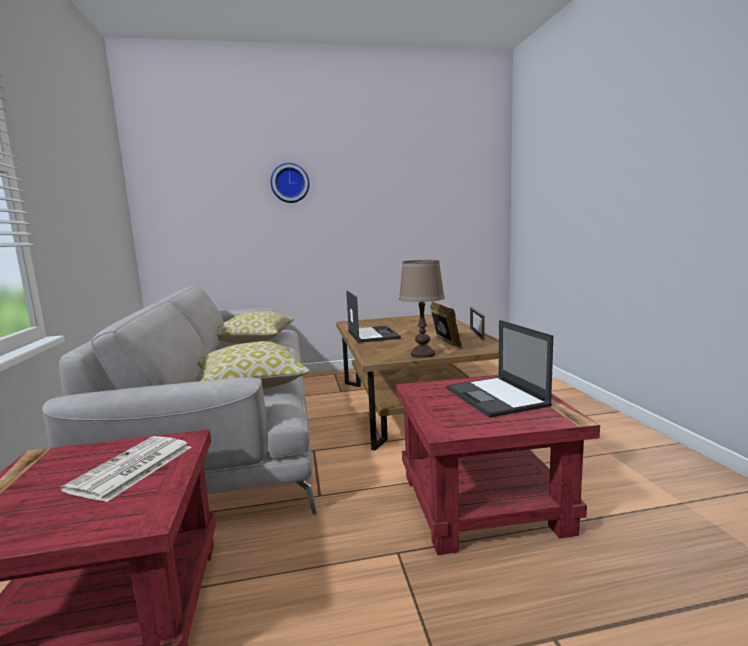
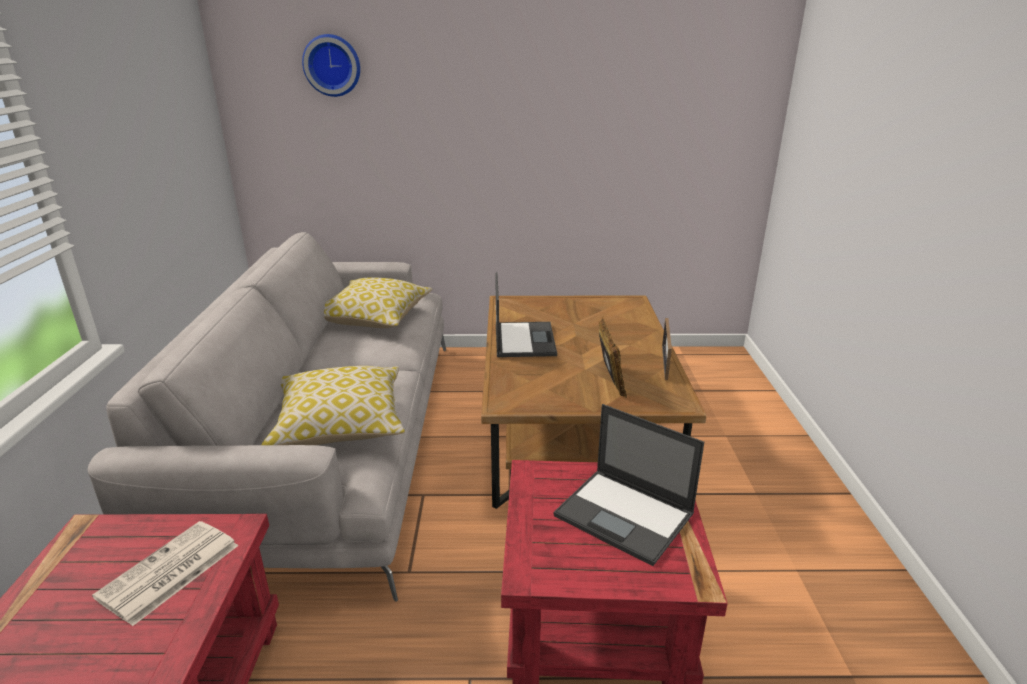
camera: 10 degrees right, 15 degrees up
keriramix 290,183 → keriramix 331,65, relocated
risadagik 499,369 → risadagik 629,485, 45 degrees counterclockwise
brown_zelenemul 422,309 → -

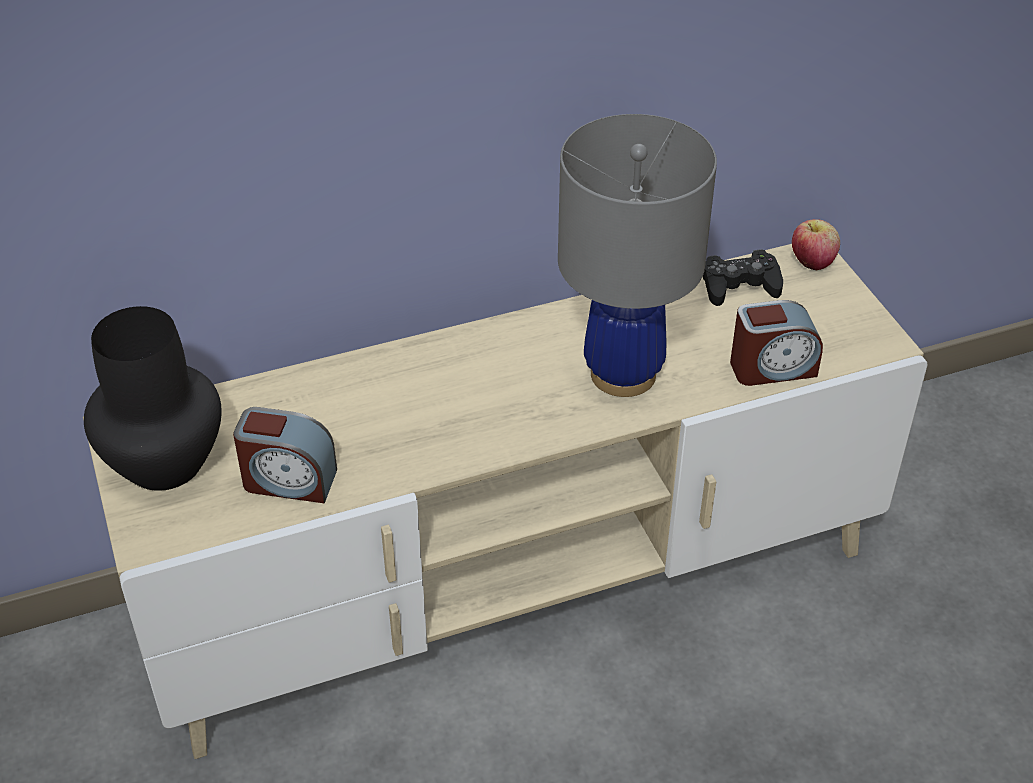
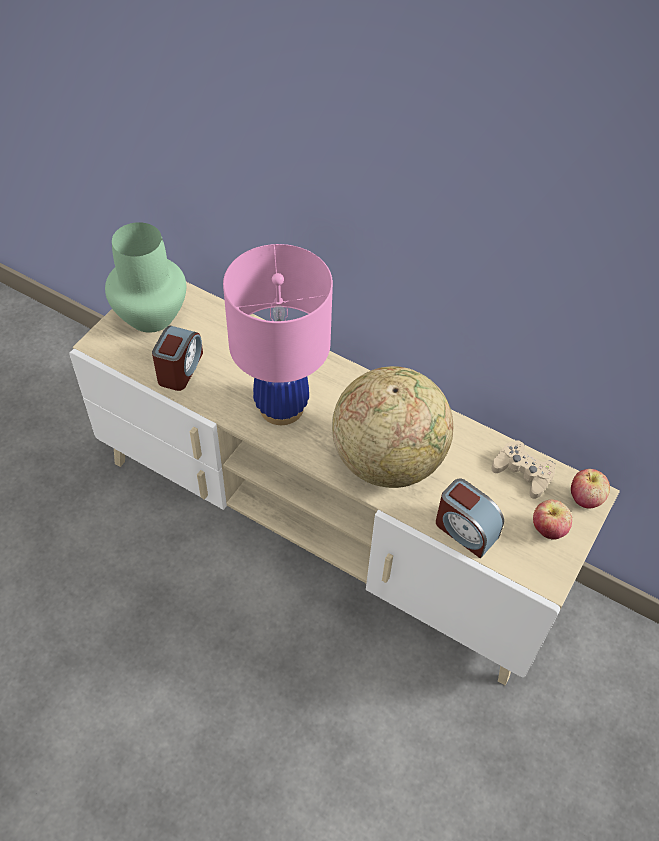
camera: 50 degrees right, 10 degrees up
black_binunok 153,398 → green_binunok 145,277
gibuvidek 285,455 → gibuvidek 177,358, 135 degrees counterclockwise
- → pink_zelenemul 278,334
grey_zelenemul 637,255 → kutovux 392,427
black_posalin 743,277 → beige_posalin 523,469
- → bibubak 552,519

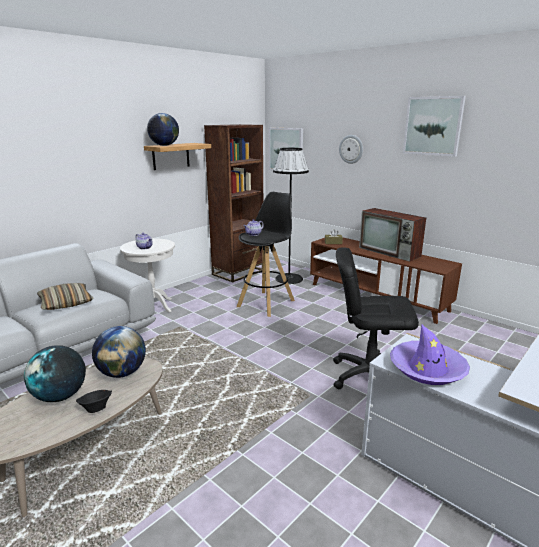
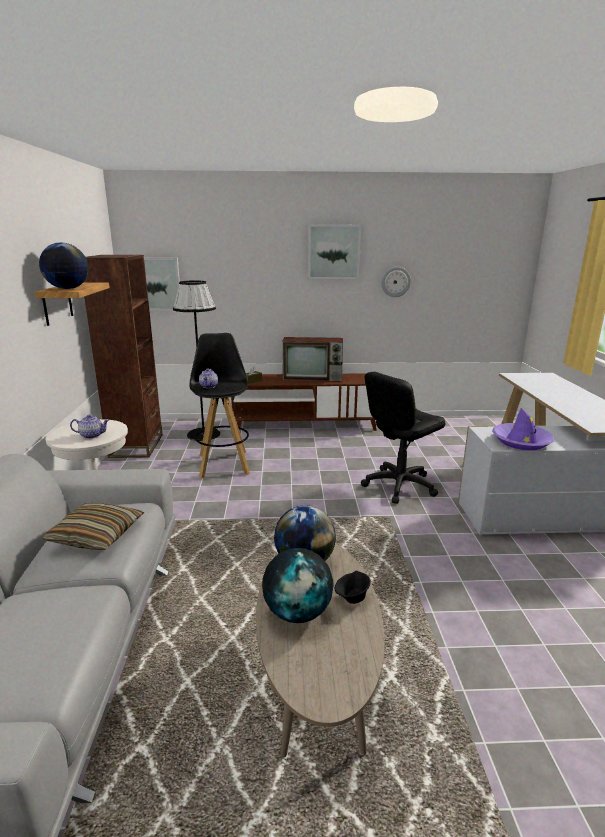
camera: 45 degrees left, 0 degrees up
keriramix 351,149 → keriramix 396,282, relocated

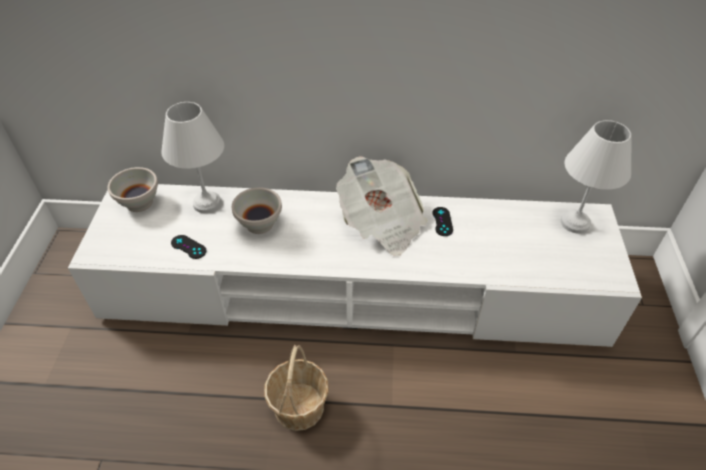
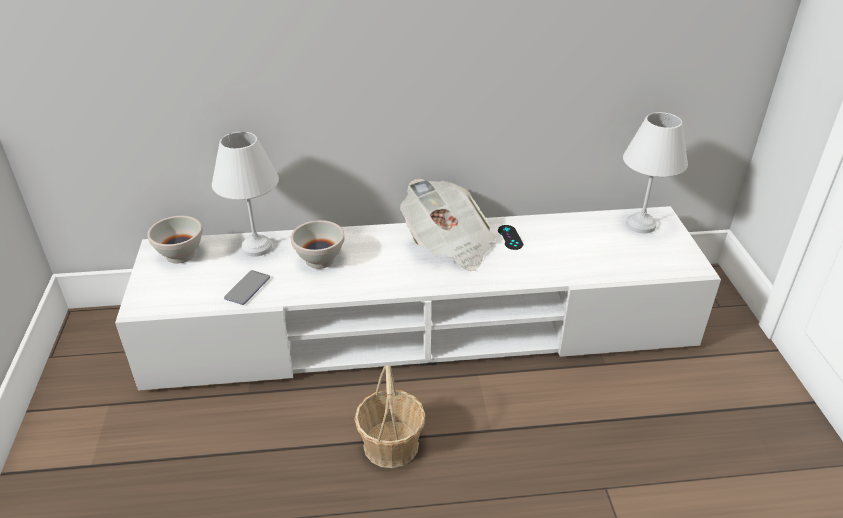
camera: 10 degrees left, 10 degrees down
black_posalin 189,247 → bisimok 247,287

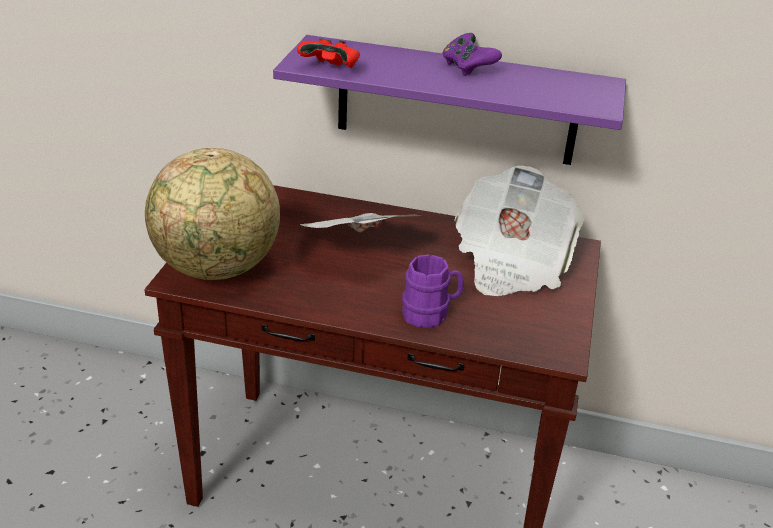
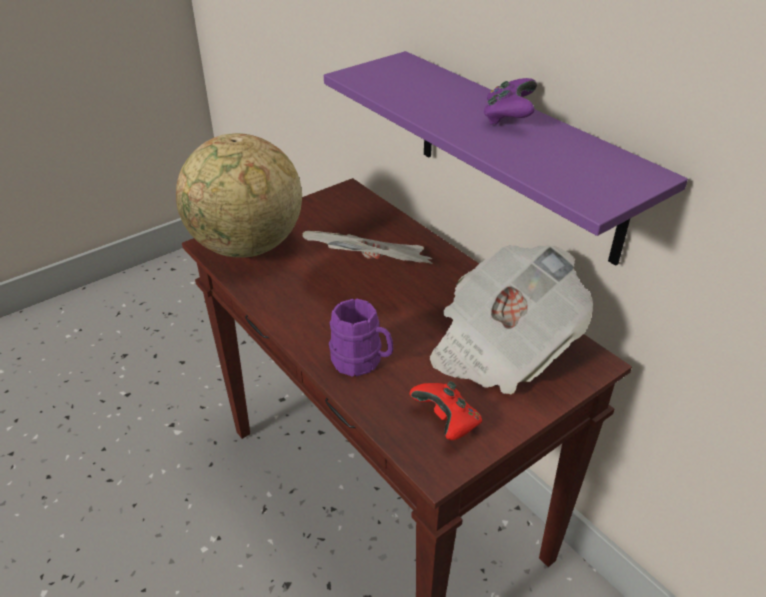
camera: 40 degrees right, 5 degrees up
red_posalin 328,53 → red_posalin 446,410, relocated

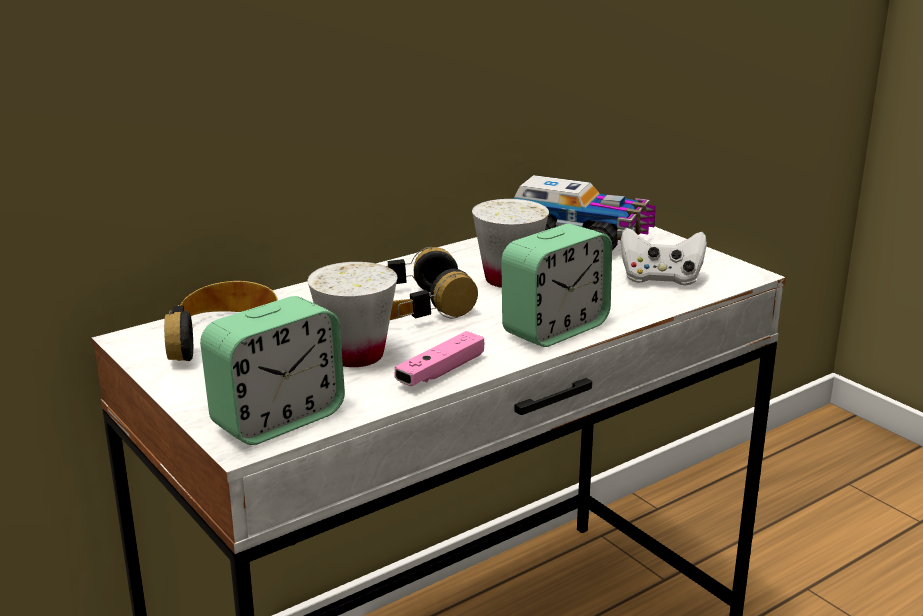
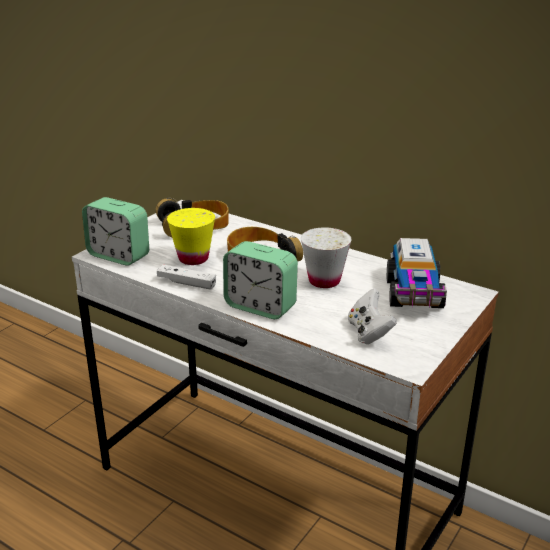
camera: 70 degrees right, 5 degrees up
pink_posalin 439,358 → white_posalin 186,277
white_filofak 352,314 → yellow_filofak 191,236

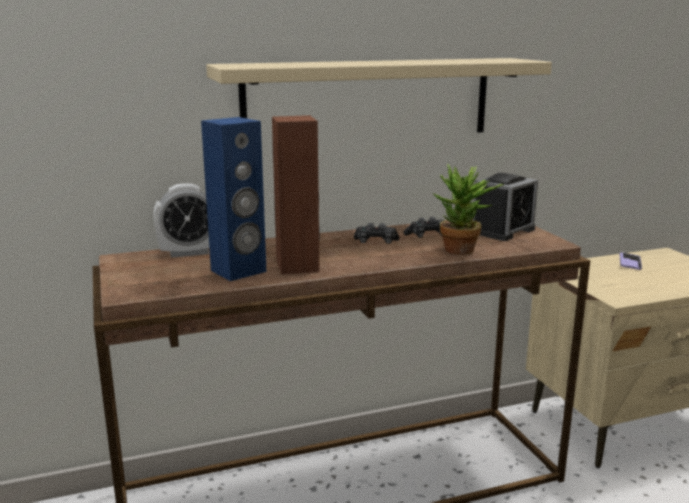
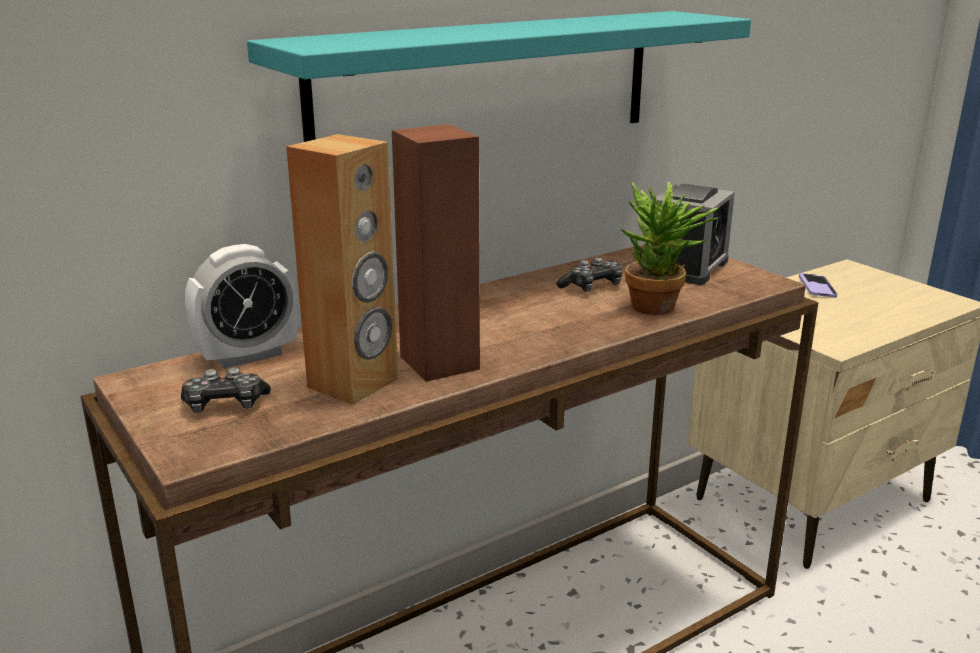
camera: 15 degrees left, 5 degrees up
posalin 377,233 → posalin 226,390, relocated
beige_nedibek 379,95 → turquoise_nedibek 499,76
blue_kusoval 234,199 → brown_kusoval 342,269

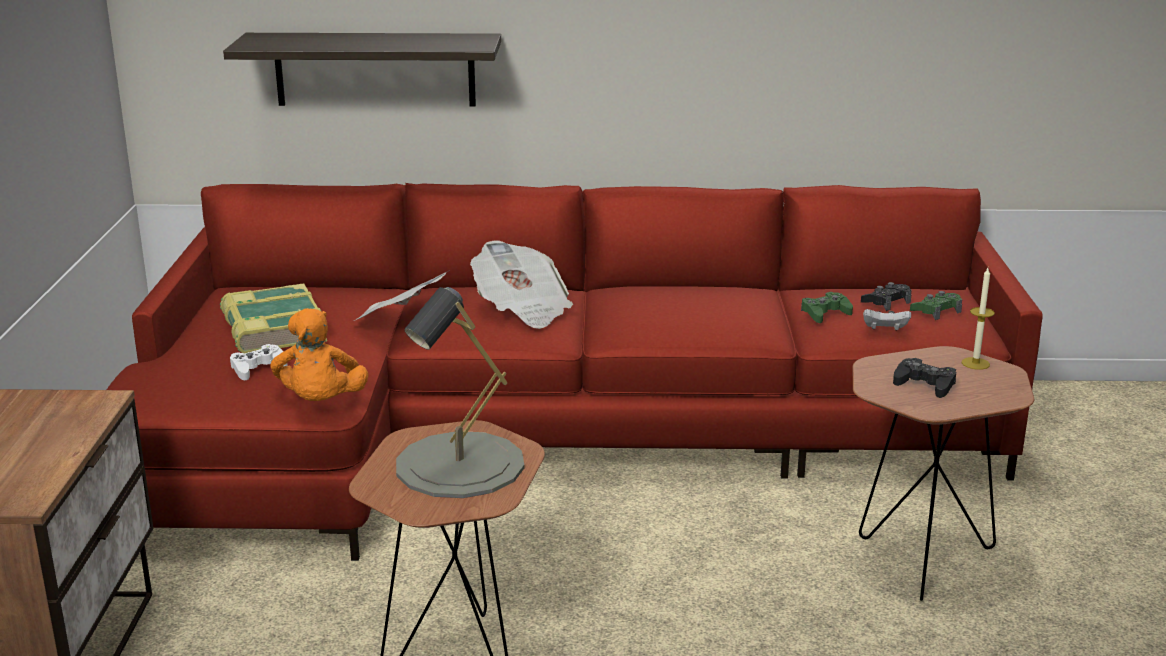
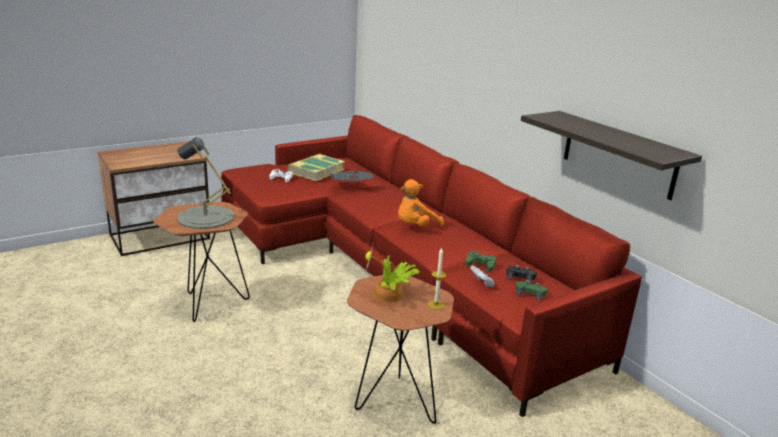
camera: 55 degrees right, 0 degrees up
black_posalin 924,378 → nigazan 392,272
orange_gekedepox 320,354 → orange_gekedepox 421,202, relocated
nedibek 362,70 → nedibek 611,155, relocated
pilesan 521,284 → -

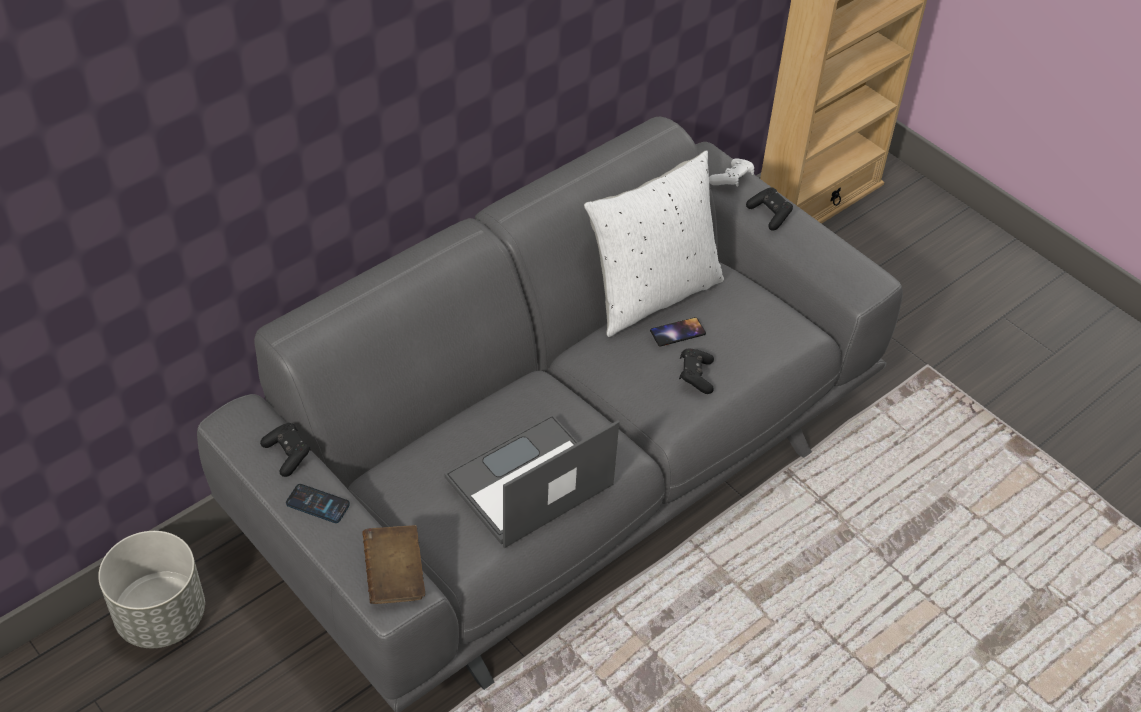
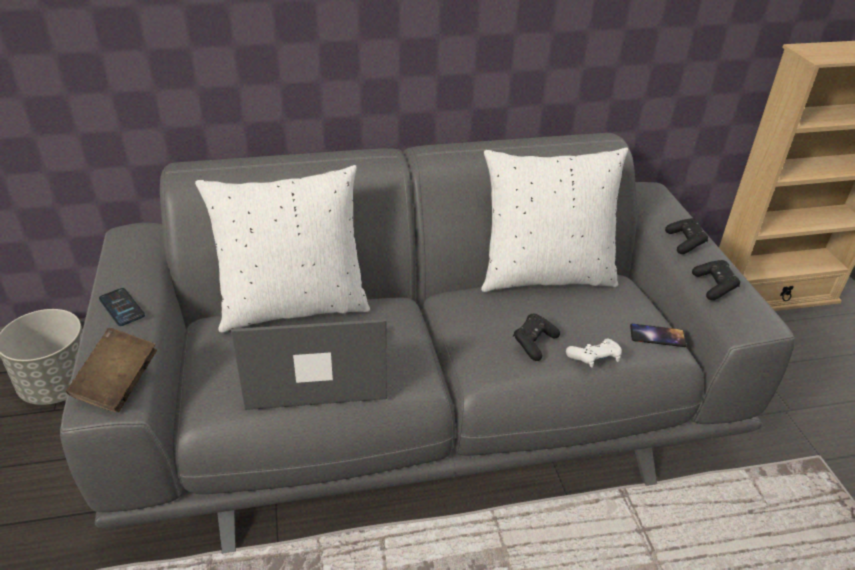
camera: 30 degrees right, 10 degrees down
- → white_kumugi 282,249
white_posalin 731,172 → white_posalin 594,353, relocated
bisimok 678,332 → bisimok 658,335, relocated
black_posalin 285,450 → black_posalin 716,280, relocated

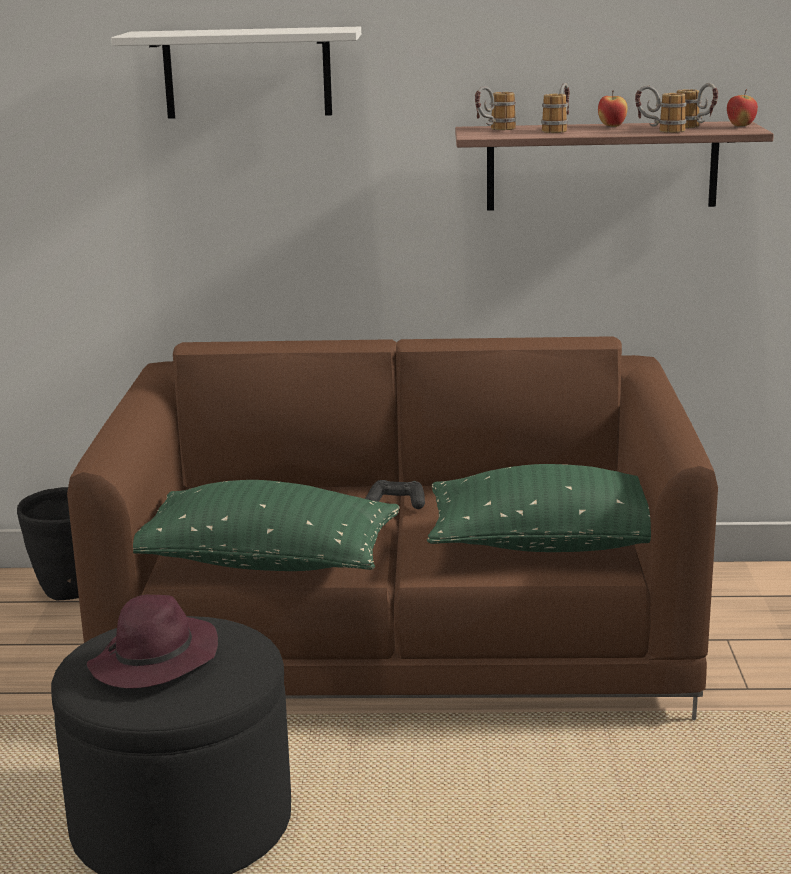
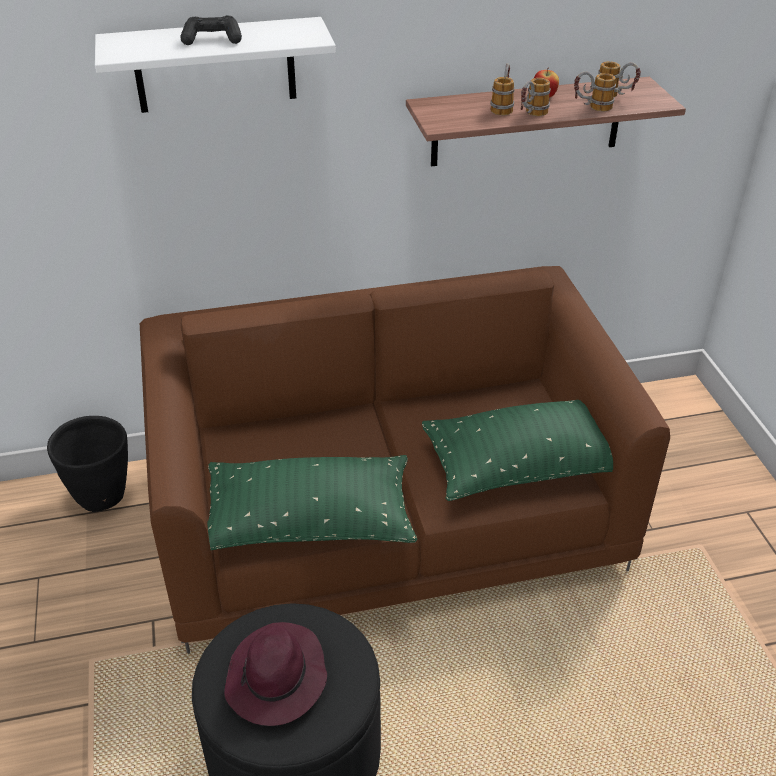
camera: 15 degrees left, 20 degrees up
black_posalin 395,494 → black_posalin 211,30, relocated
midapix 496,108 → midapix 536,97, relocated
bibubak 742,107 → -

